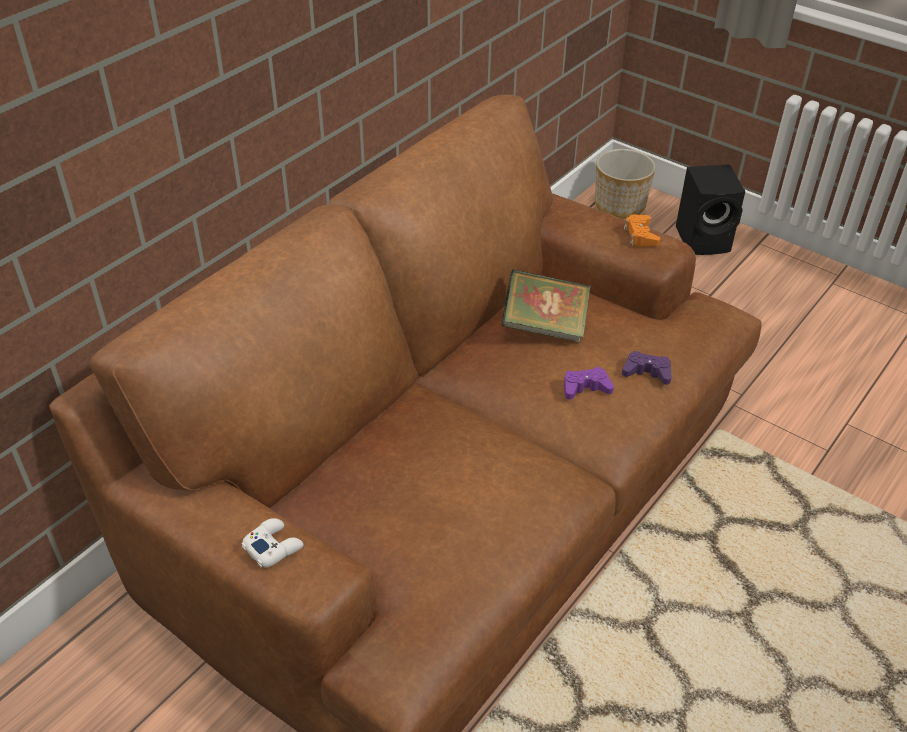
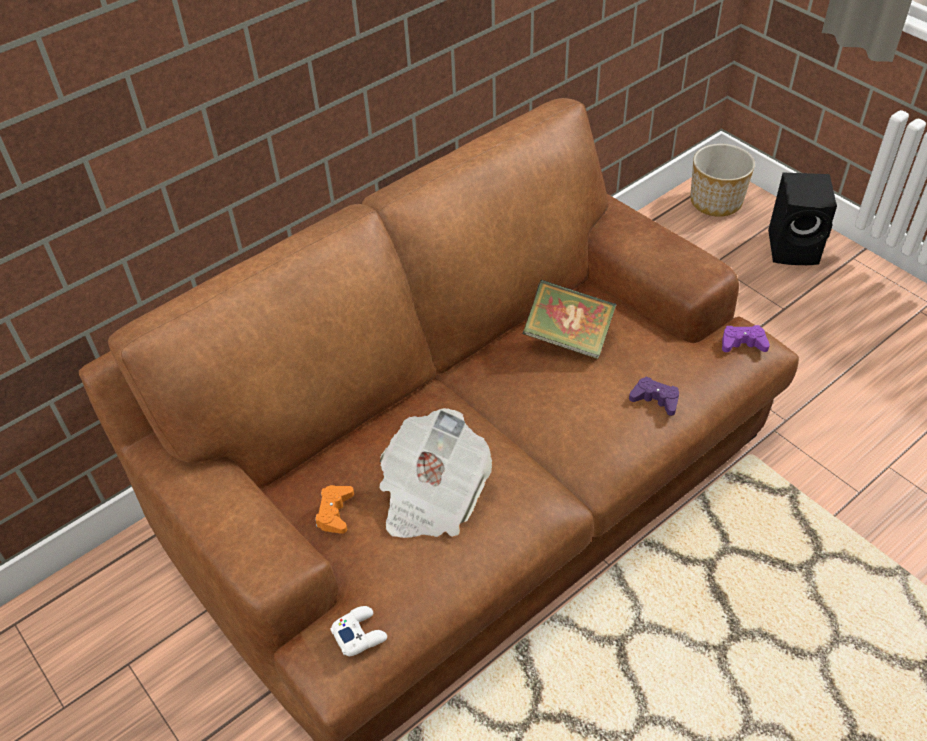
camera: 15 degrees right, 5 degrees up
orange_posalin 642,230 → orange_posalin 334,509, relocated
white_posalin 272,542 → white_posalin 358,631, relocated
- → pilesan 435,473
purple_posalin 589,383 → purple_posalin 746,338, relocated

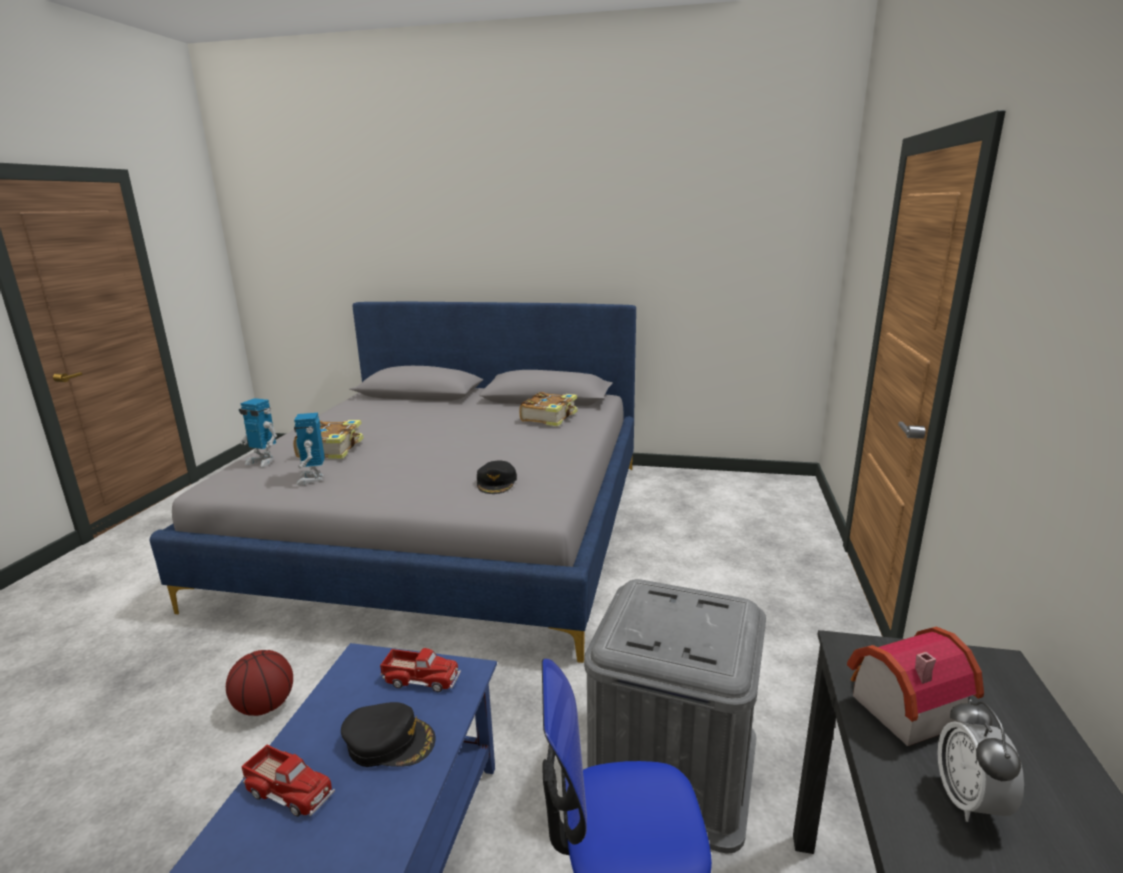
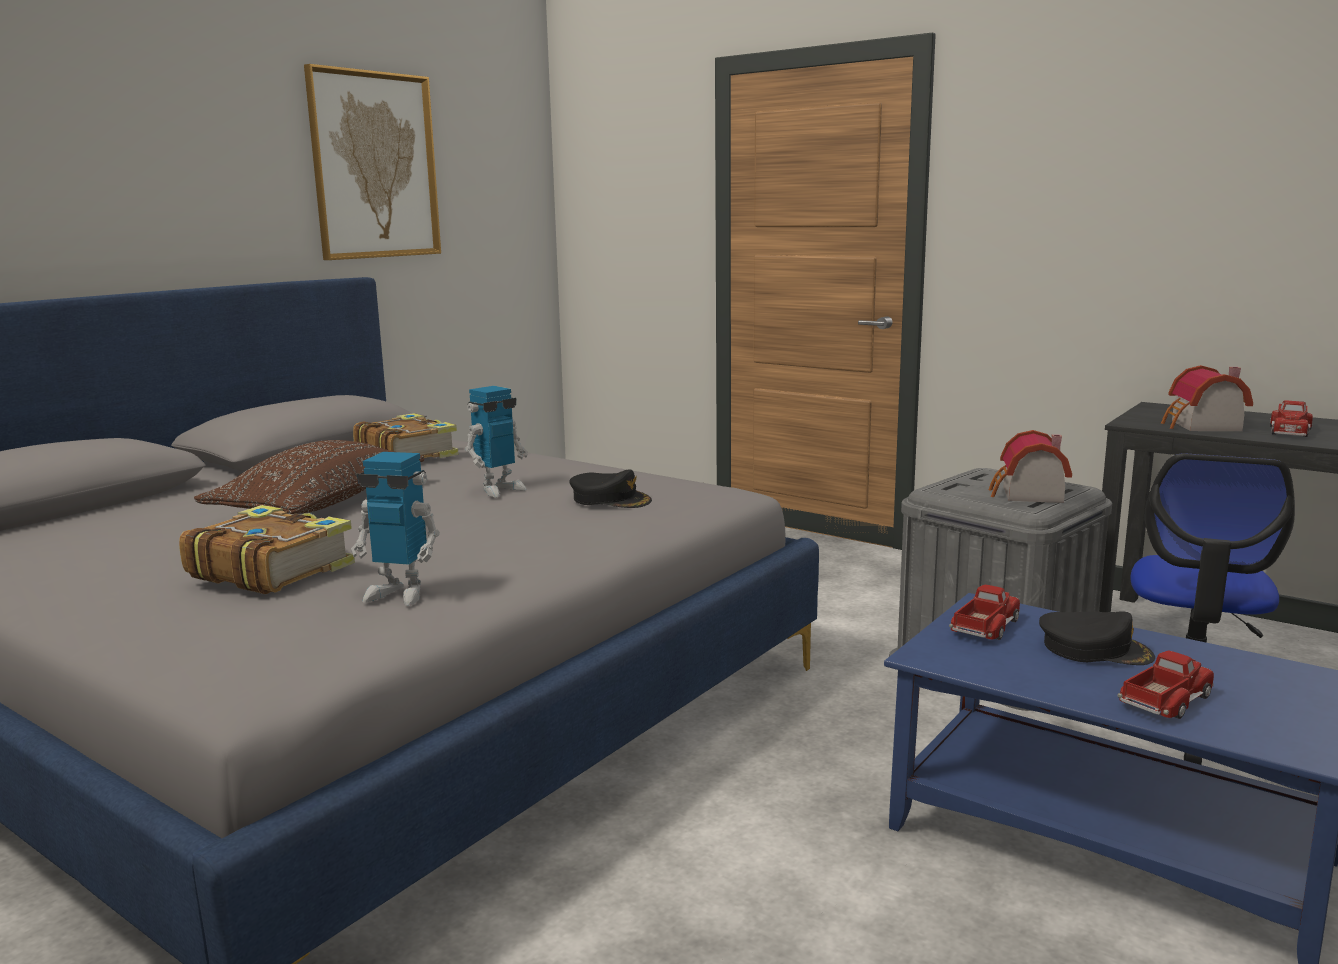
camera: 65 degrees left, 5 degrees down
- → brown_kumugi 309,477
- → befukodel 372,162
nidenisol 258,432 → nidenisol 496,441, relocated
- → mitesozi 1030,466
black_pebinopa 388,734 → black_pebinopa 1097,638, 75 degrees clockwise
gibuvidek 980,760 → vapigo 1291,418
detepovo 259,683 → -

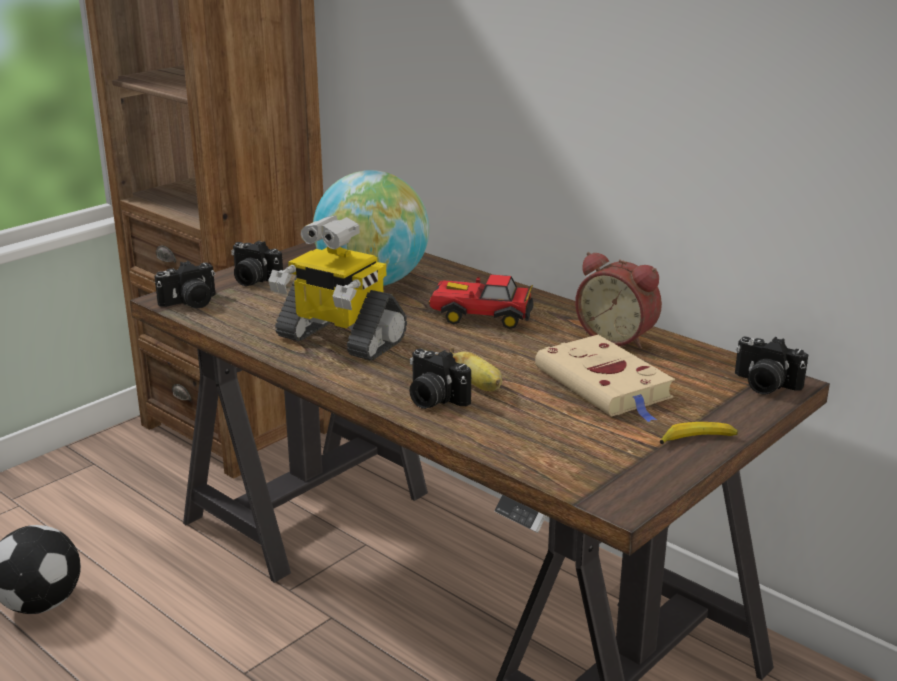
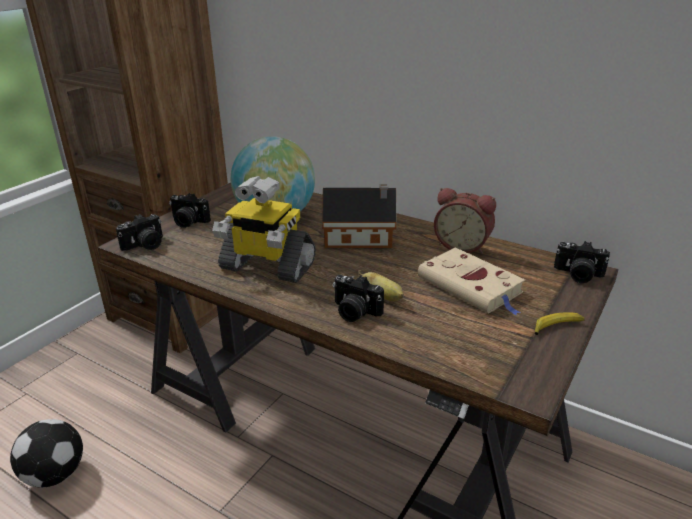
camera: 10 degrees left, 5 degrees up
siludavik 481,301 → mitesozi 359,216

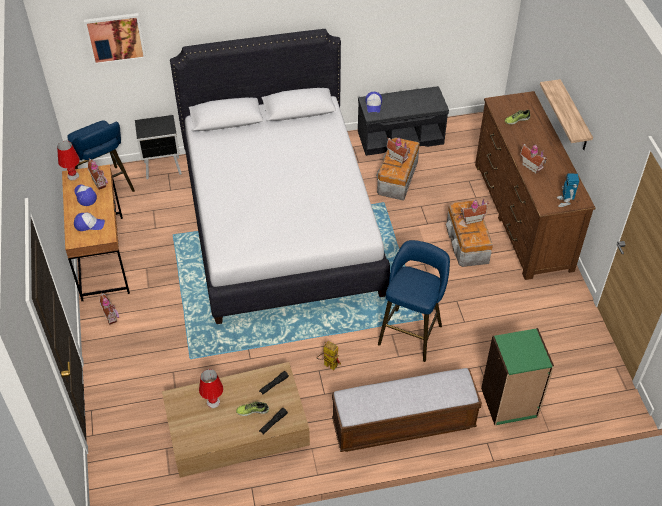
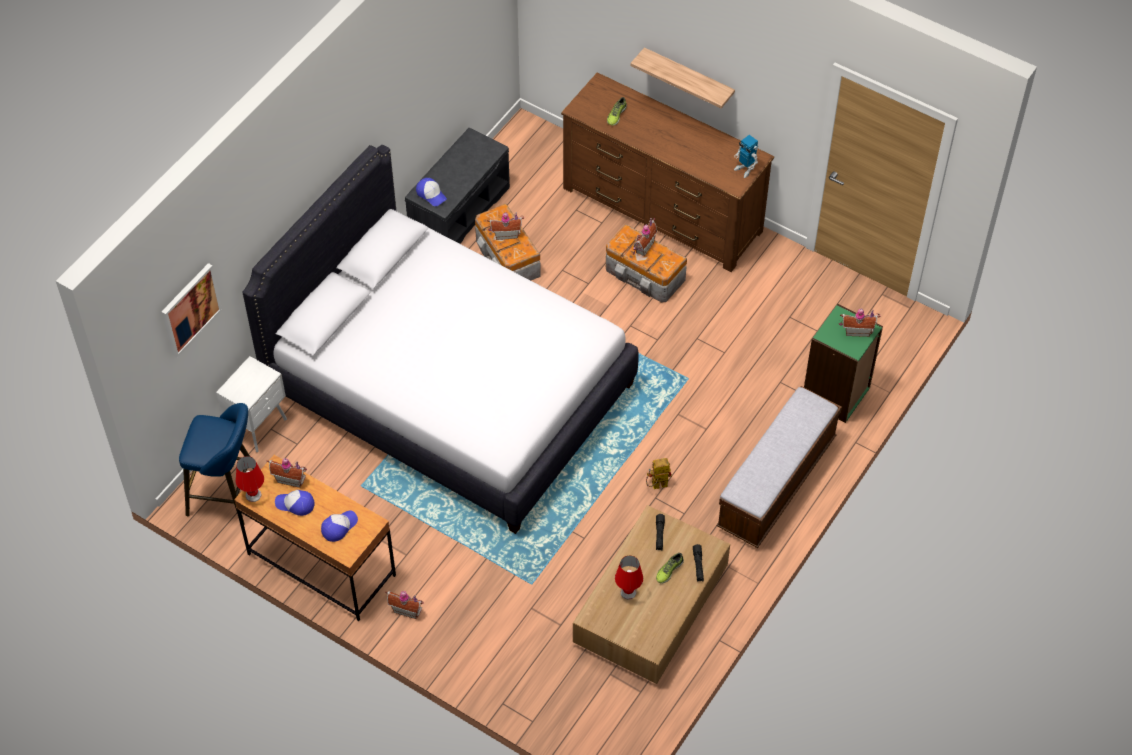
camera: 45 degrees left, 5 degrees up
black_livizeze 158,147 → white_livizeze 251,404
mitesozi 533,158 → mitesozi 859,322, relocated
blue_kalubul 414,301 → -

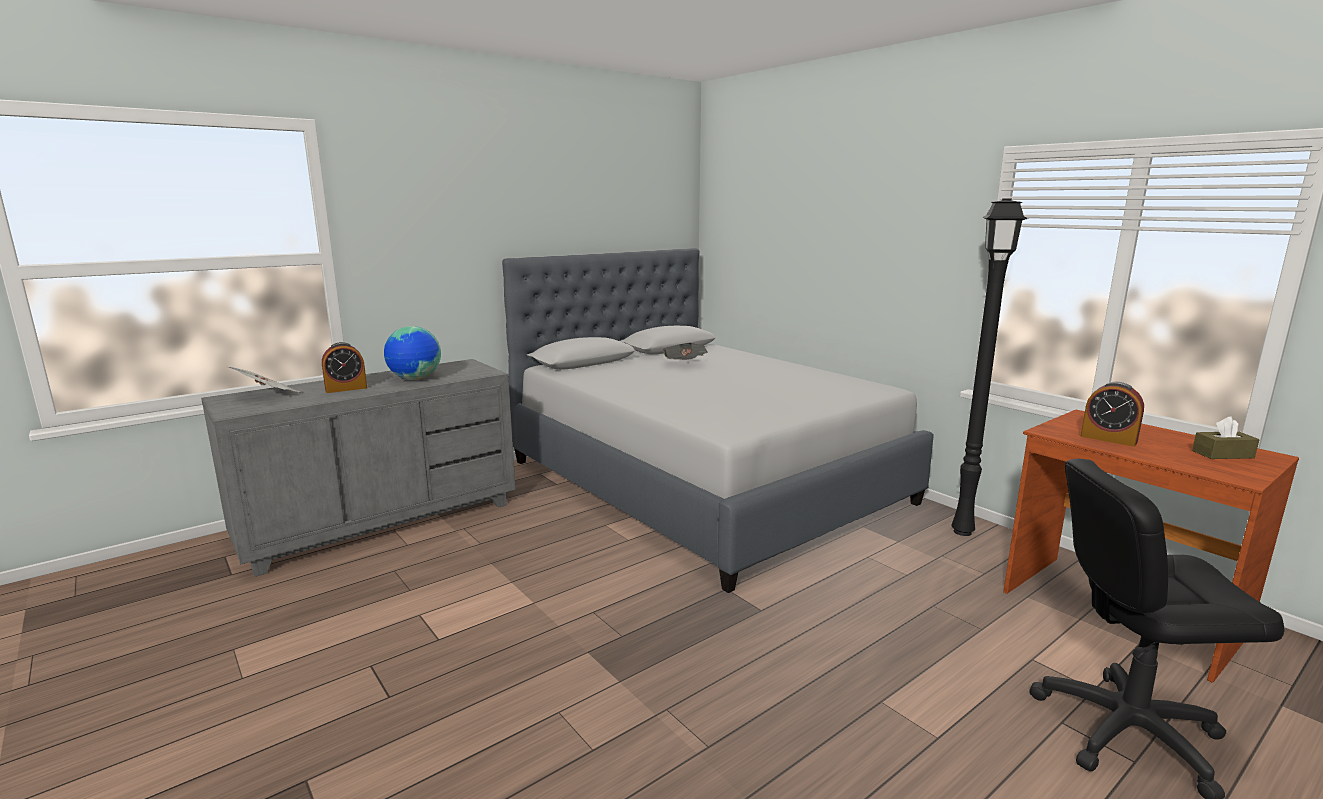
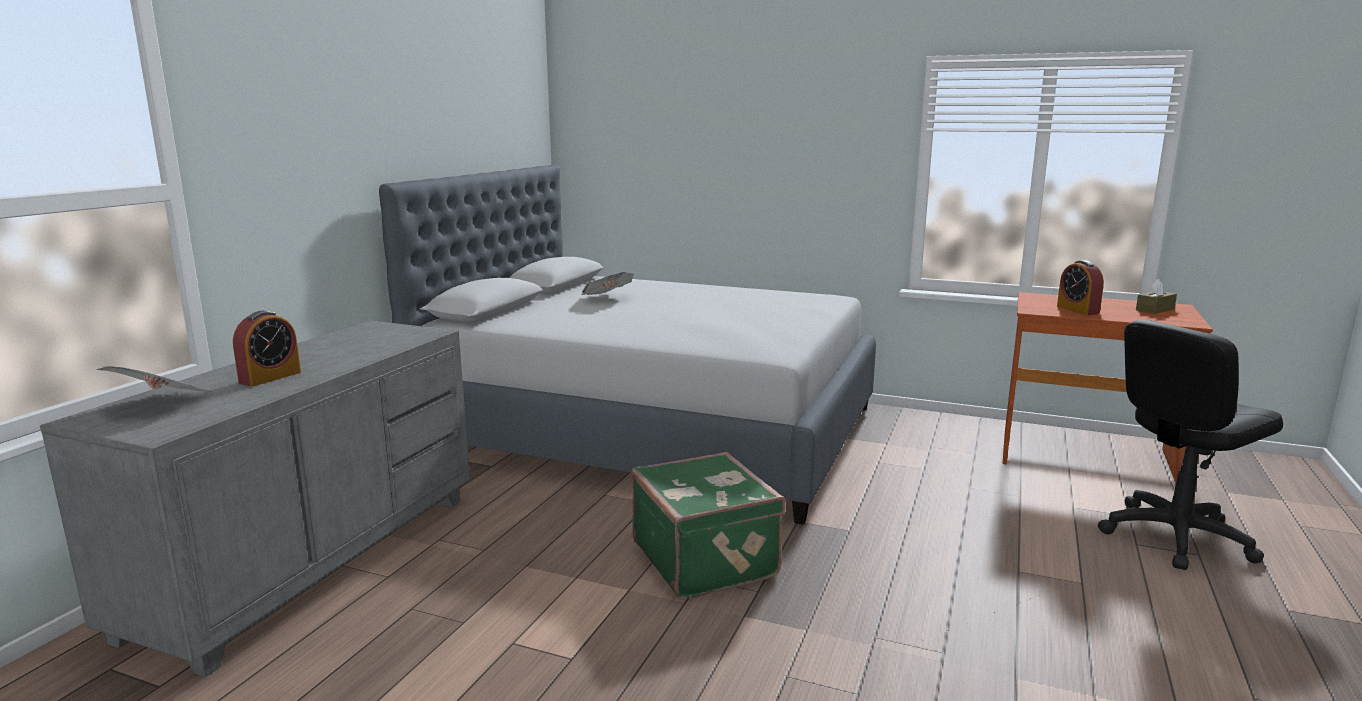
camera: 30 degrees left, 0 degrees up
- → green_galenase 708,525
gibuvidek 1112,414 → gibuvidek 1080,287, 60 degrees clockwise
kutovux 412,353 → -
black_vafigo 989,367 → -

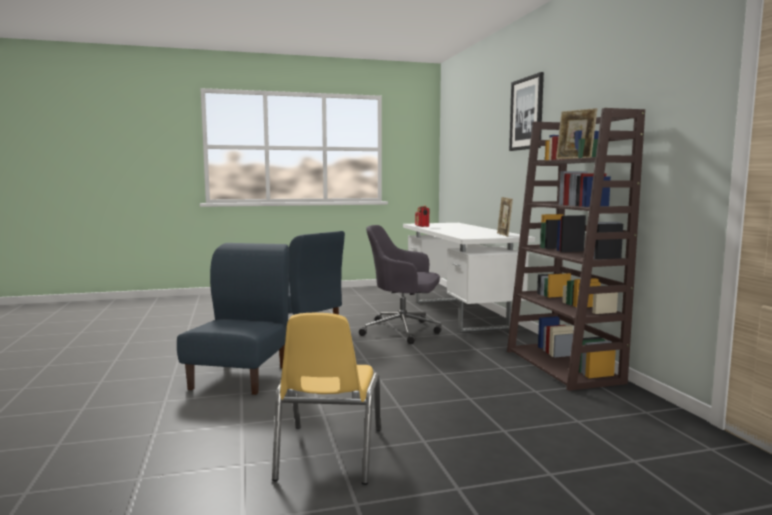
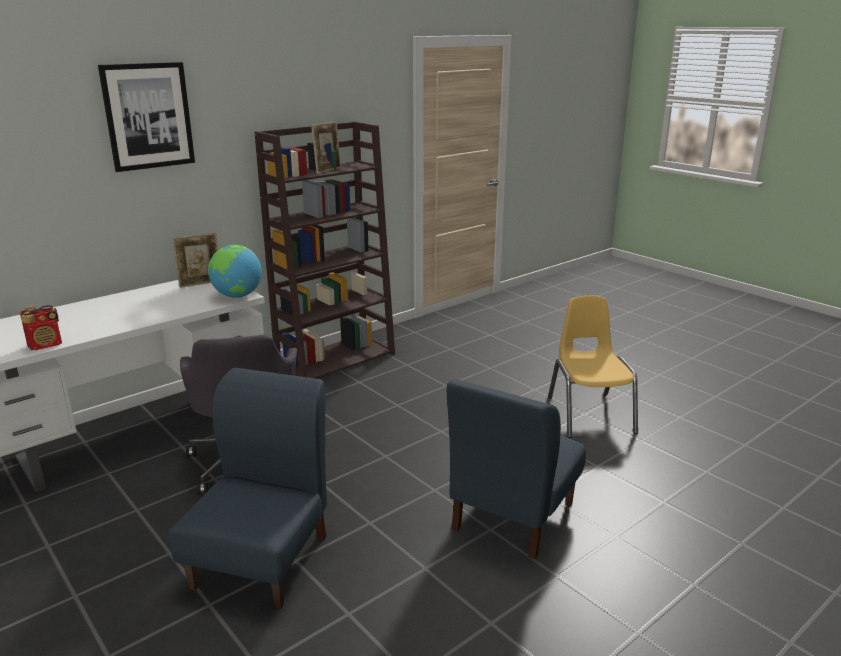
camera: 115 degrees left, 15 degrees up
- → kutovux 235,271
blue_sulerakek 233,319 → blue_sulerakek 516,469, 45 degrees counterclockwise
yellow_sulerakek 326,399 → yellow_sulerakek 593,367, 75 degrees counterclockwise

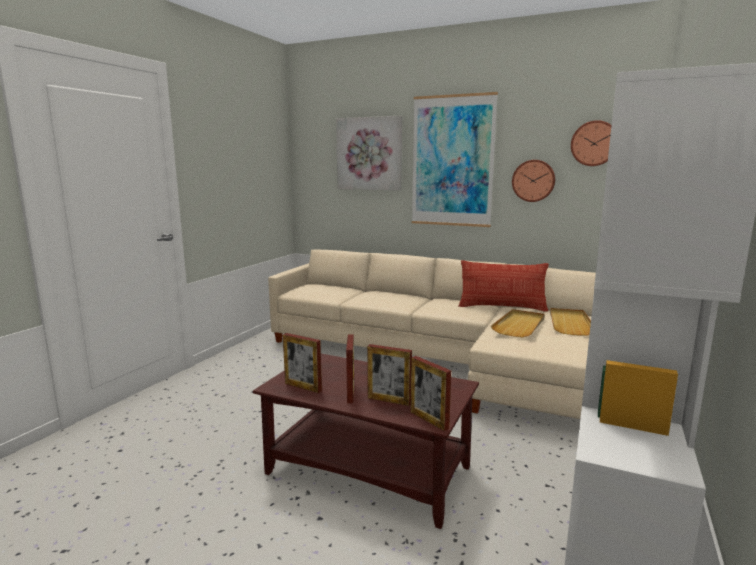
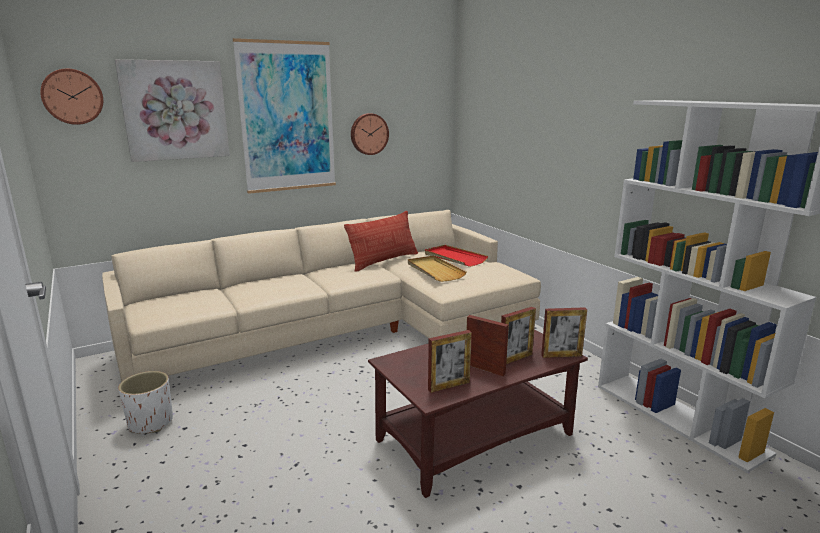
camera: 55 degrees left, 5 degrees up
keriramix 591,143 → keriramix 71,97, relocated
- → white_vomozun 145,402
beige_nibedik 570,322 → red_nibedik 456,256

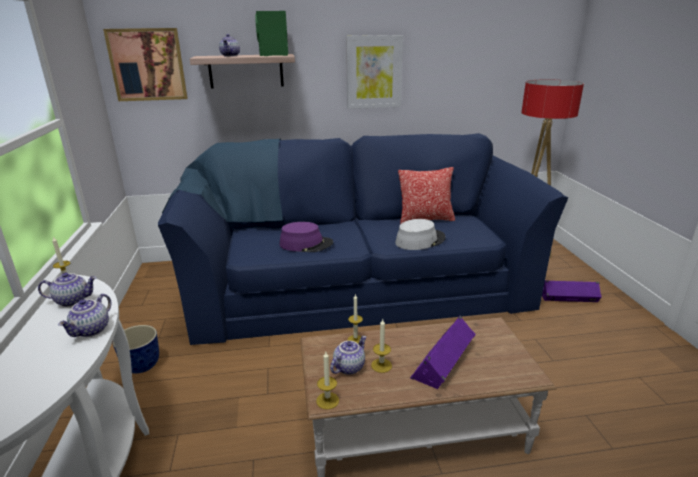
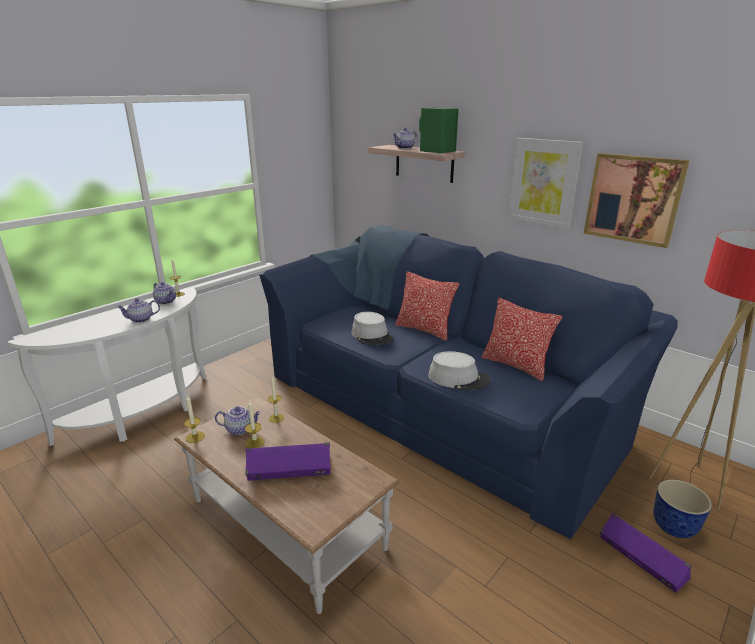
camera: 50 degrees right, 0 degrees up
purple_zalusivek 306,237 → grey_zalusivek 373,328
- → kumugi 427,306
befukodel 145,64 → befukodel 637,200, relocated
vomozun 135,349 → vomozun 682,508, relocated

